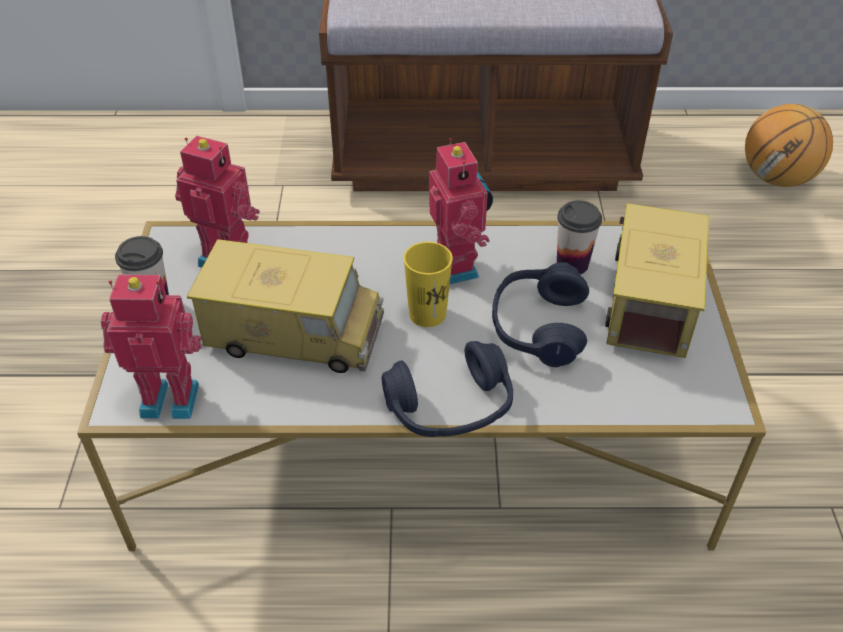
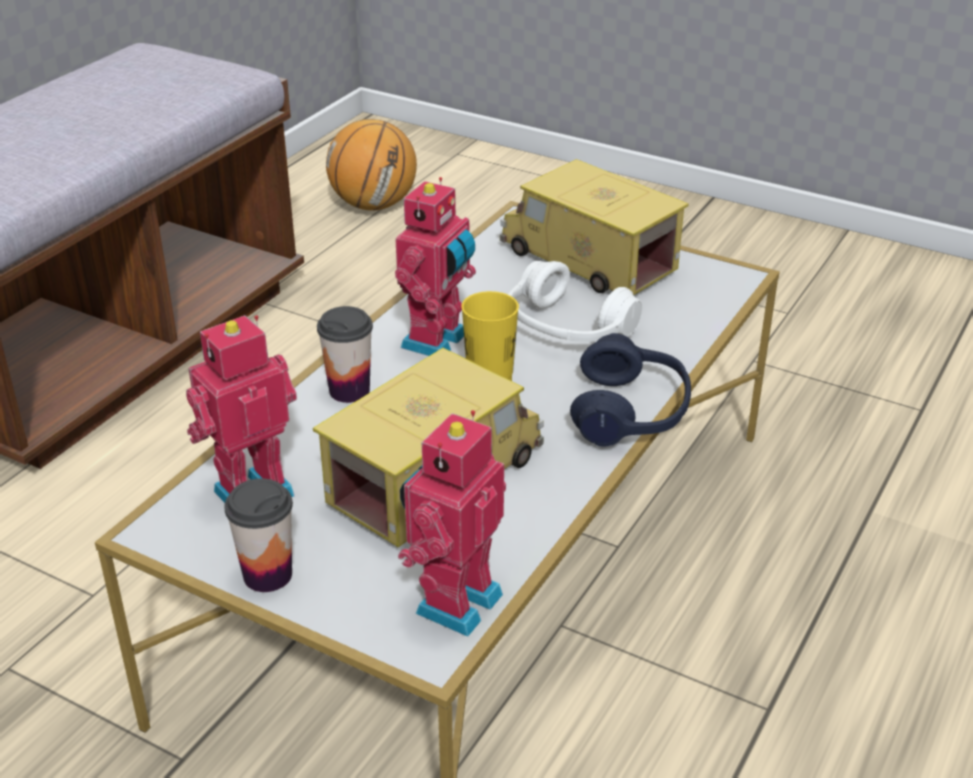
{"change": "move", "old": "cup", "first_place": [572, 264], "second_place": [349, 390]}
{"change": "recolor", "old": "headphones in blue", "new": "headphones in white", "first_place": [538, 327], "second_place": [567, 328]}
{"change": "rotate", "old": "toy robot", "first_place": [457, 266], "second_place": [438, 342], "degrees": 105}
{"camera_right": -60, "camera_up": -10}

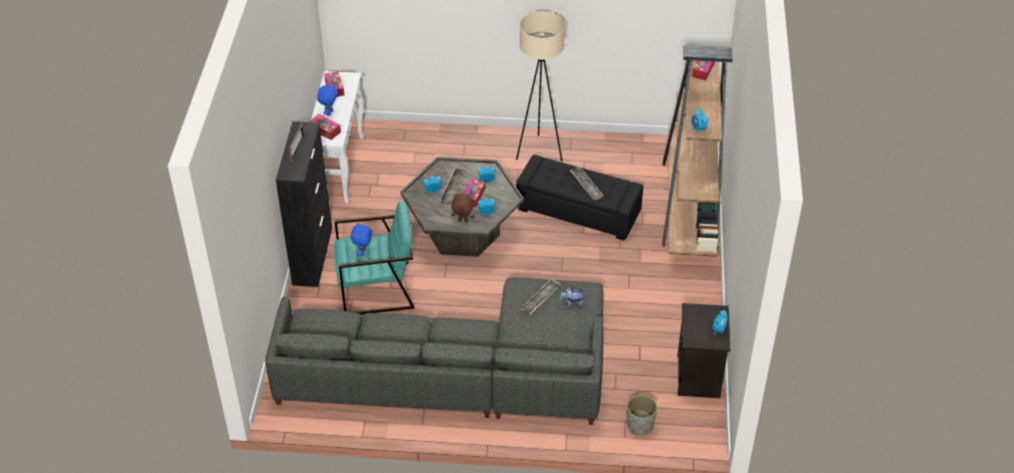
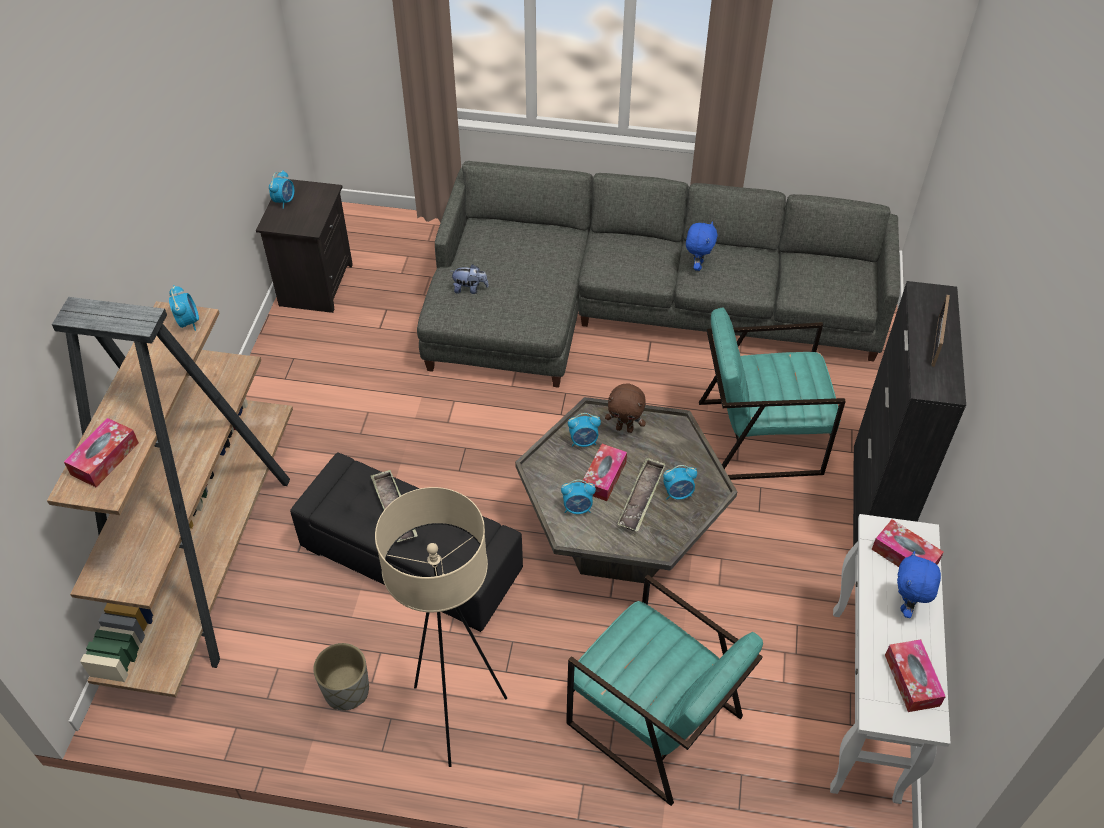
{"change": "delete", "old": "tray", "first_place": [541, 299]}
{"change": "insert", "new": "armchair in turquoise", "second_place": [654, 720]}
{"change": "move", "old": "plush toy in blue", "first_place": [363, 252], "second_place": [697, 265]}
{"change": "move", "old": "planter in grey", "first_place": [640, 425], "second_place": [346, 691]}
{"camera_right": -175, "camera_up": 5}

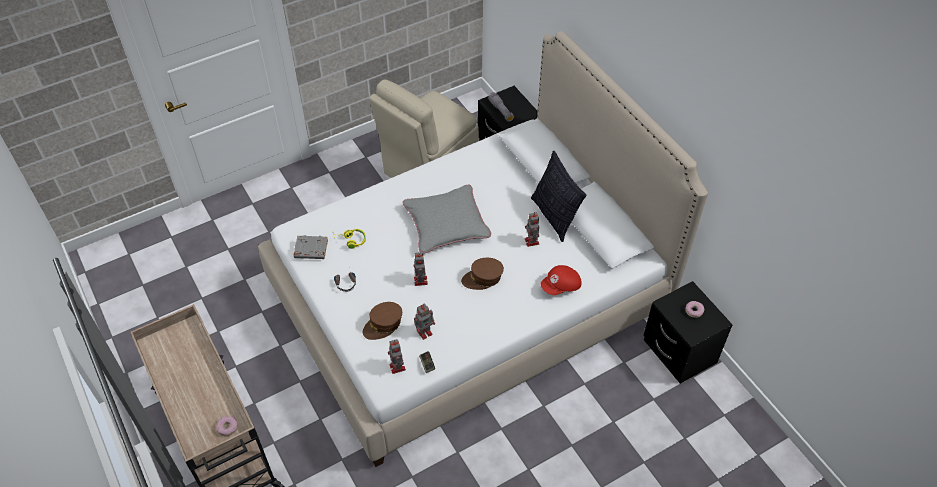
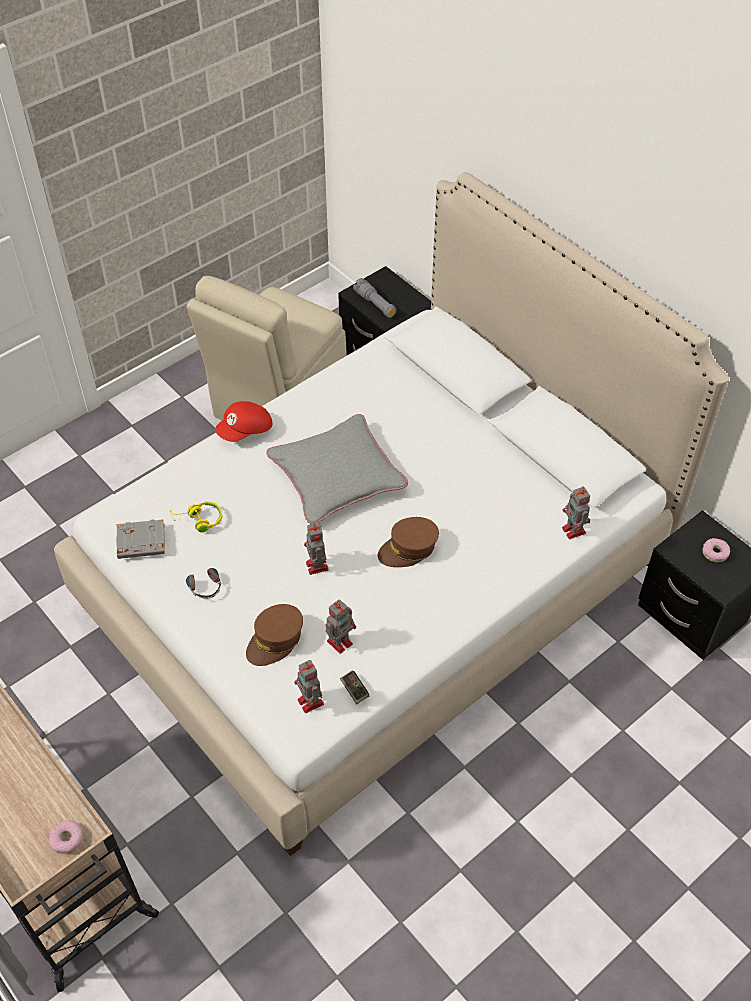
{"change": "delete", "old": "pillow", "first_place": [554, 216]}
{"change": "move", "old": "toy robot", "first_place": [532, 242], "second_place": [574, 531]}
{"change": "move", "old": "cap in red", "first_place": [561, 286], "second_place": [245, 431]}
{"camera_right": -10, "camera_up": 0}

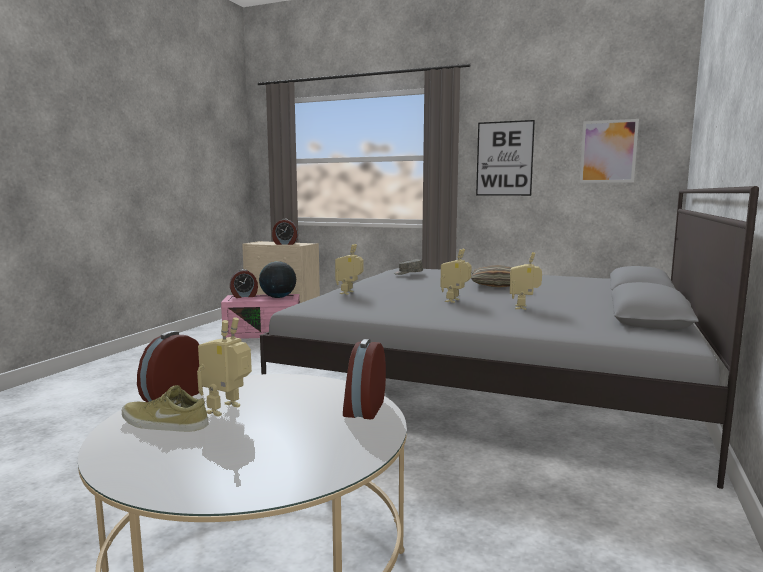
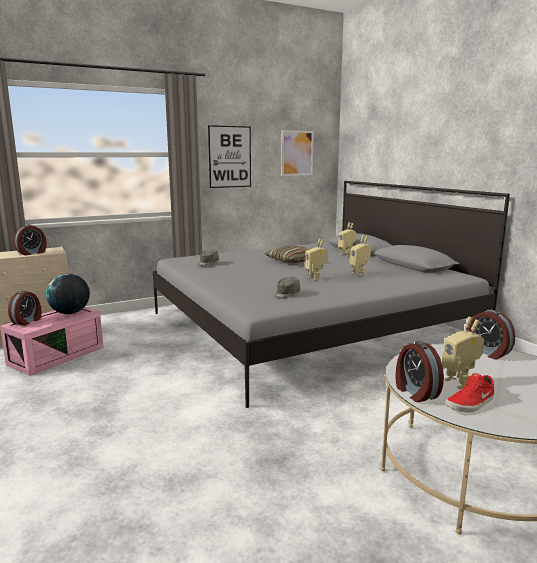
{"change": "insert", "new": "cap in grey", "second_place": [286, 294]}
{"change": "move", "old": "toy robot", "first_place": [349, 293], "second_place": [346, 254]}
{"change": "recolor", "old": "shoe in beige", "new": "shoe in red", "first_place": [163, 424], "second_place": [471, 403]}
{"camera_right": -50, "camera_up": 5}

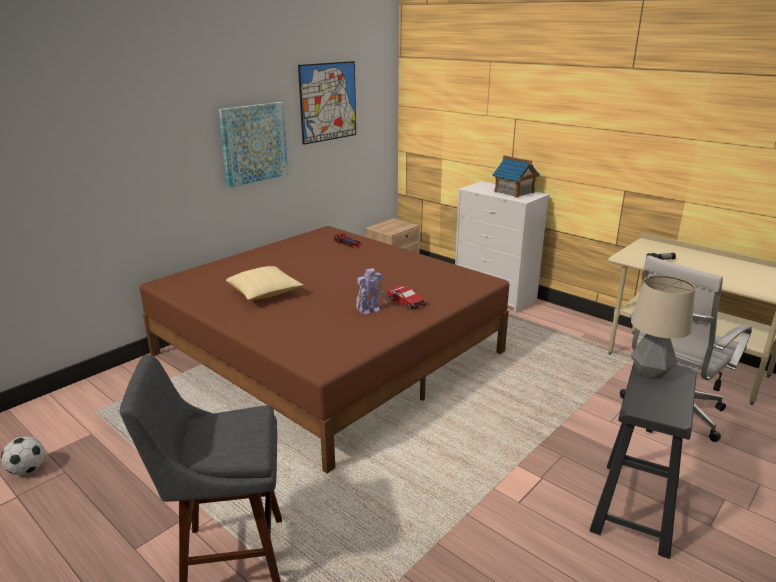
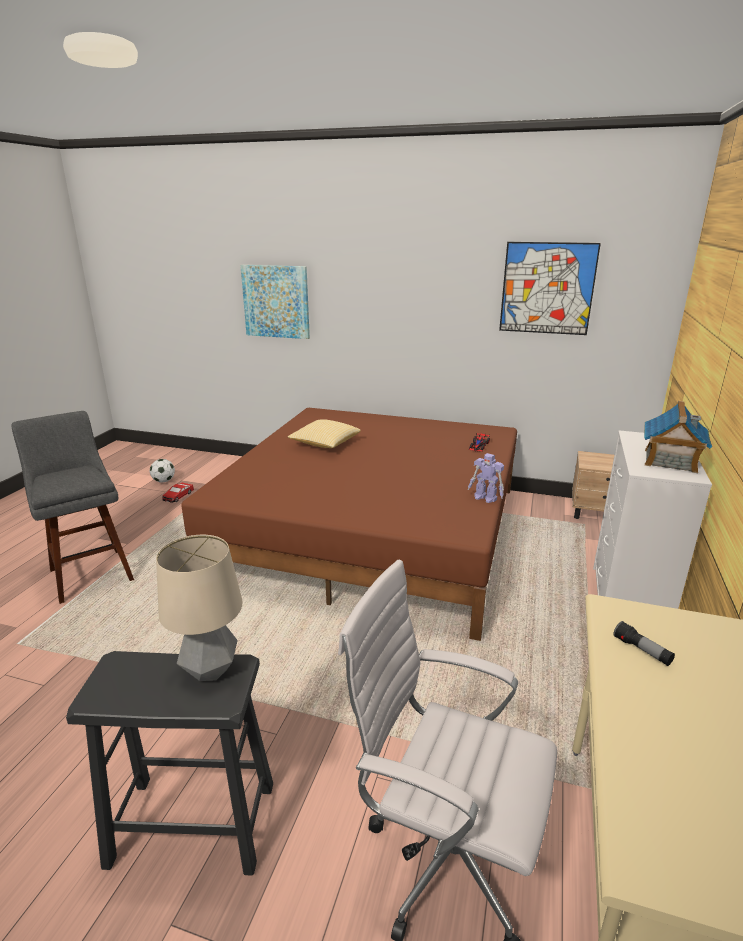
{"change": "move", "old": "picture", "first_place": [254, 143], "second_place": [276, 301]}
{"change": "move", "old": "toy robot", "first_place": [370, 310], "second_place": [485, 498]}
{"change": "move", "old": "toy car", "first_place": [406, 302], "second_place": [178, 496]}
{"camera_right": 65, "camera_up": 0}

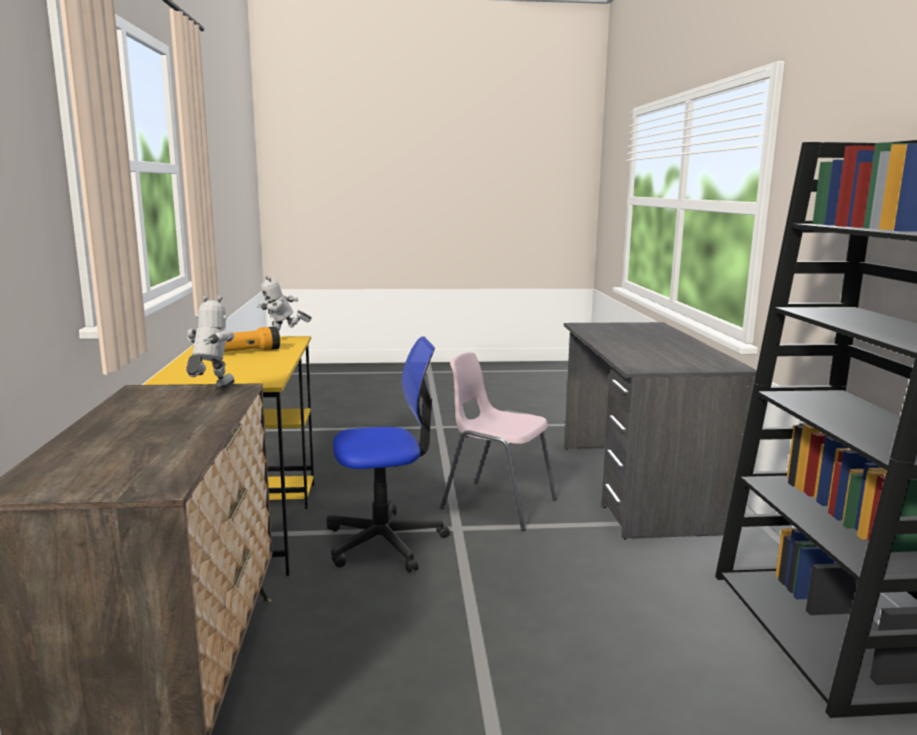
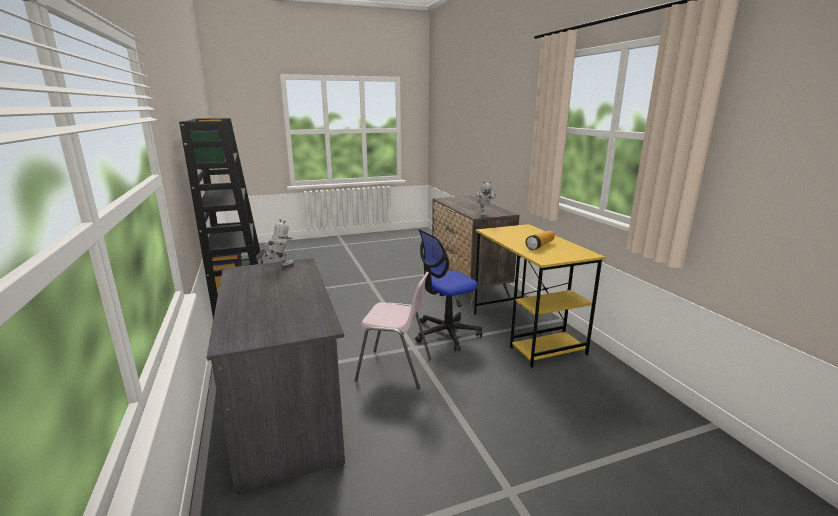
{"change": "move", "old": "toy robot", "first_place": [284, 340], "second_place": [278, 267]}
{"camera_right": 165, "camera_up": 5}

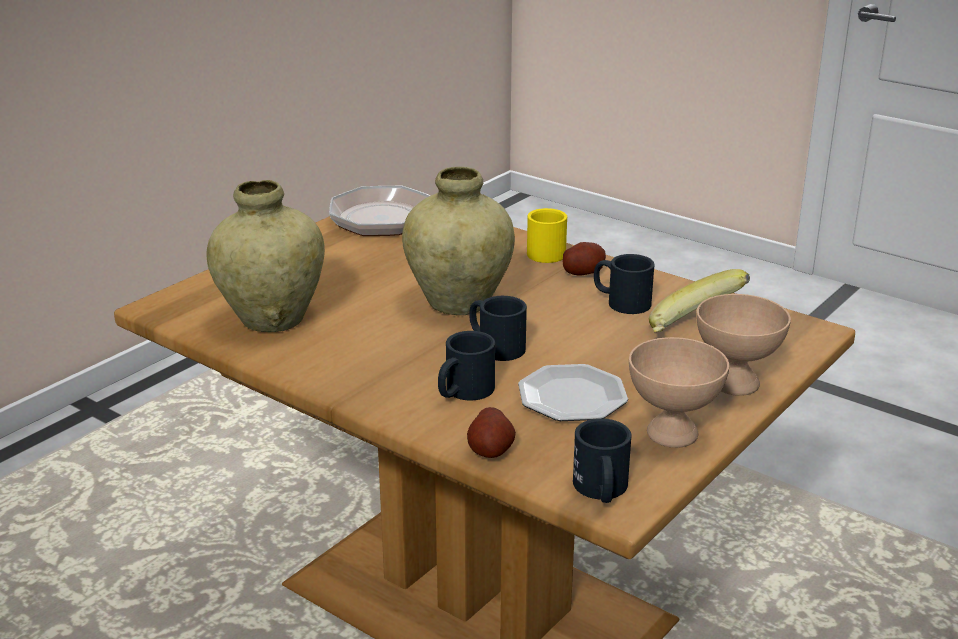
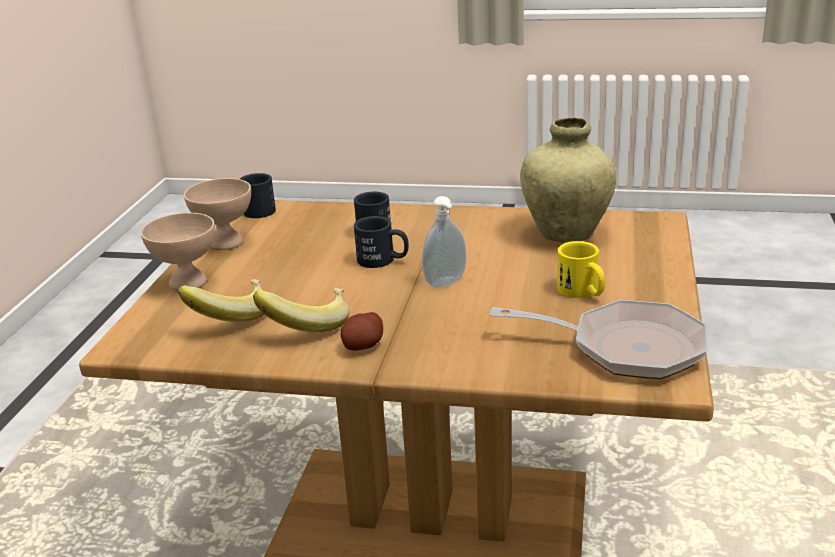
{"change": "delete", "old": "potato", "first_place": [491, 450]}
{"change": "delete", "old": "plate", "first_place": [571, 396]}
{"change": "move", "old": "mug in yellow", "first_place": [545, 251], "second_place": [582, 292]}
{"change": "replace", "old": "vase in beige", "new": "soap dispenser", "first_place": [458, 303], "second_place": [446, 283]}
{"change": "replace", "old": "mug in black", "new": "banana", "first_place": [621, 302], "second_place": [308, 324]}
{"camera_right": 155, "camera_up": 0}

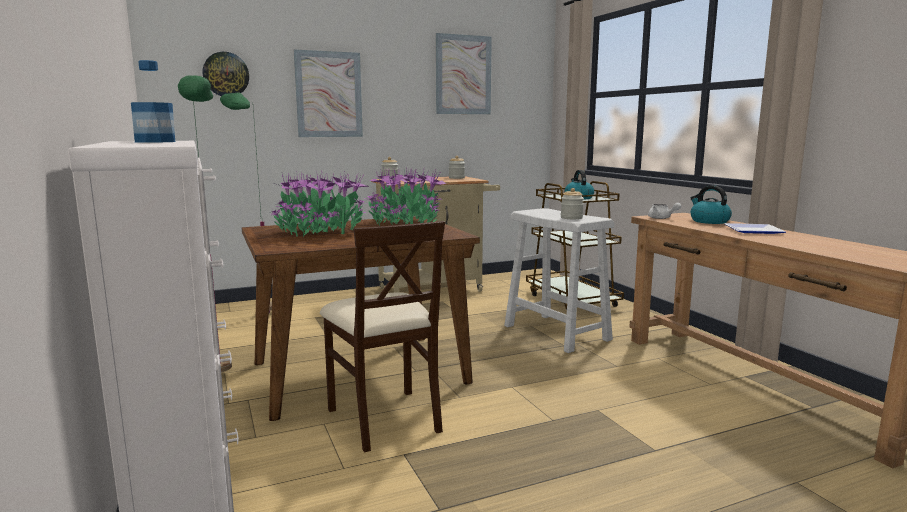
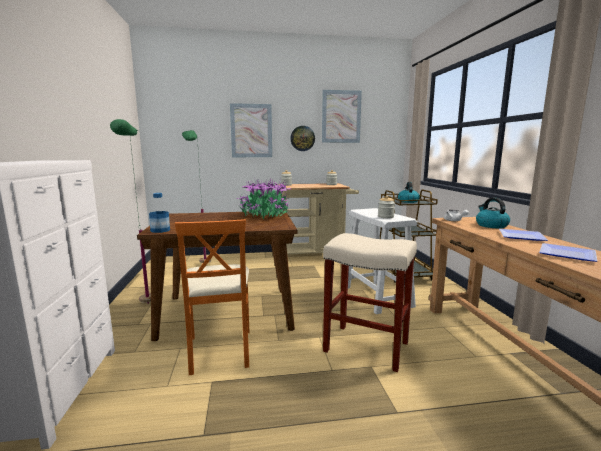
{"change": "delete", "old": "potted plant", "first_place": [320, 231]}
{"change": "insert", "new": "stool in beige", "second_place": [367, 346]}
{"change": "insert", "new": "plate", "second_place": [569, 254]}
{"change": "move", "old": "bottle", "first_place": [155, 142], "second_place": [160, 230]}
{"change": "move", "old": "wall clock", "first_place": [226, 74], "second_place": [302, 138]}
{"change": "recolor", "old": "chair in beige", "new": "chair in orange", "first_place": [385, 418], "second_place": [219, 350]}
{"camera_right": 15, "camera_up": 0}

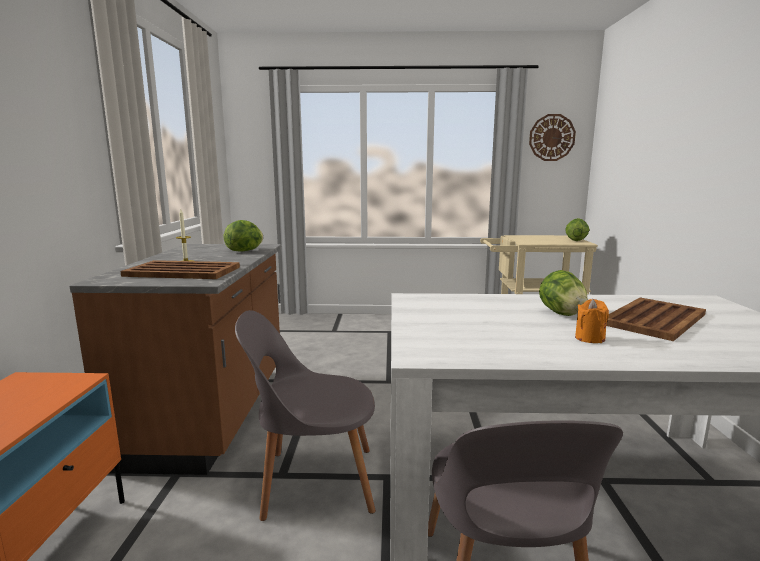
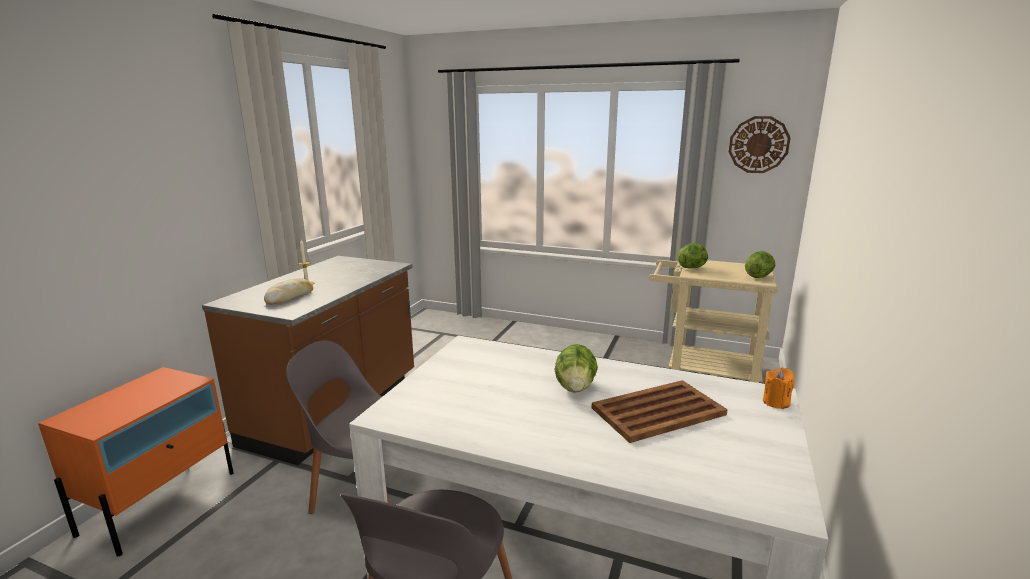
{"change": "move", "old": "lettuce", "first_place": [245, 251], "second_place": [692, 268]}
{"change": "move", "old": "candle in orange", "first_place": [589, 338], "second_place": [776, 402]}
{"change": "replace", "old": "tray in brown", "new": "bread", "first_place": [182, 271], "second_place": [290, 297]}
{"camera_right": 20, "camera_up": 5}

